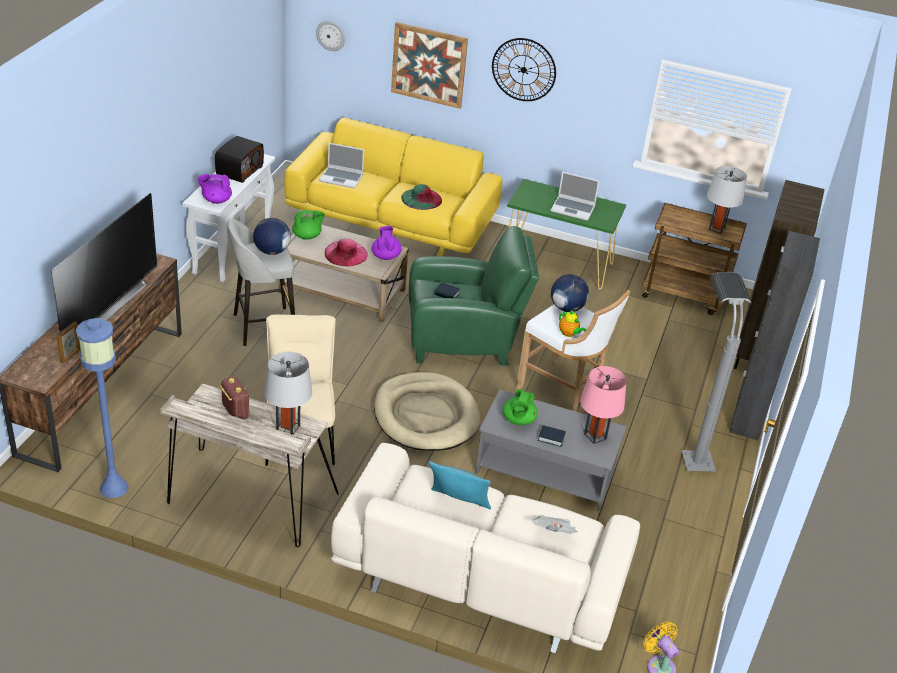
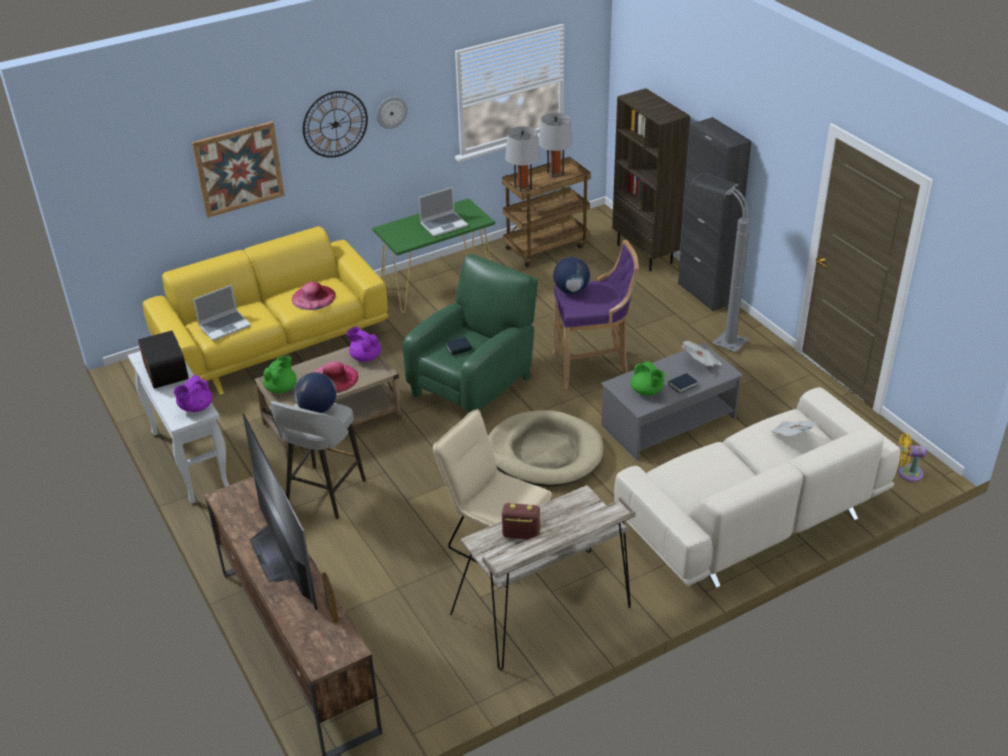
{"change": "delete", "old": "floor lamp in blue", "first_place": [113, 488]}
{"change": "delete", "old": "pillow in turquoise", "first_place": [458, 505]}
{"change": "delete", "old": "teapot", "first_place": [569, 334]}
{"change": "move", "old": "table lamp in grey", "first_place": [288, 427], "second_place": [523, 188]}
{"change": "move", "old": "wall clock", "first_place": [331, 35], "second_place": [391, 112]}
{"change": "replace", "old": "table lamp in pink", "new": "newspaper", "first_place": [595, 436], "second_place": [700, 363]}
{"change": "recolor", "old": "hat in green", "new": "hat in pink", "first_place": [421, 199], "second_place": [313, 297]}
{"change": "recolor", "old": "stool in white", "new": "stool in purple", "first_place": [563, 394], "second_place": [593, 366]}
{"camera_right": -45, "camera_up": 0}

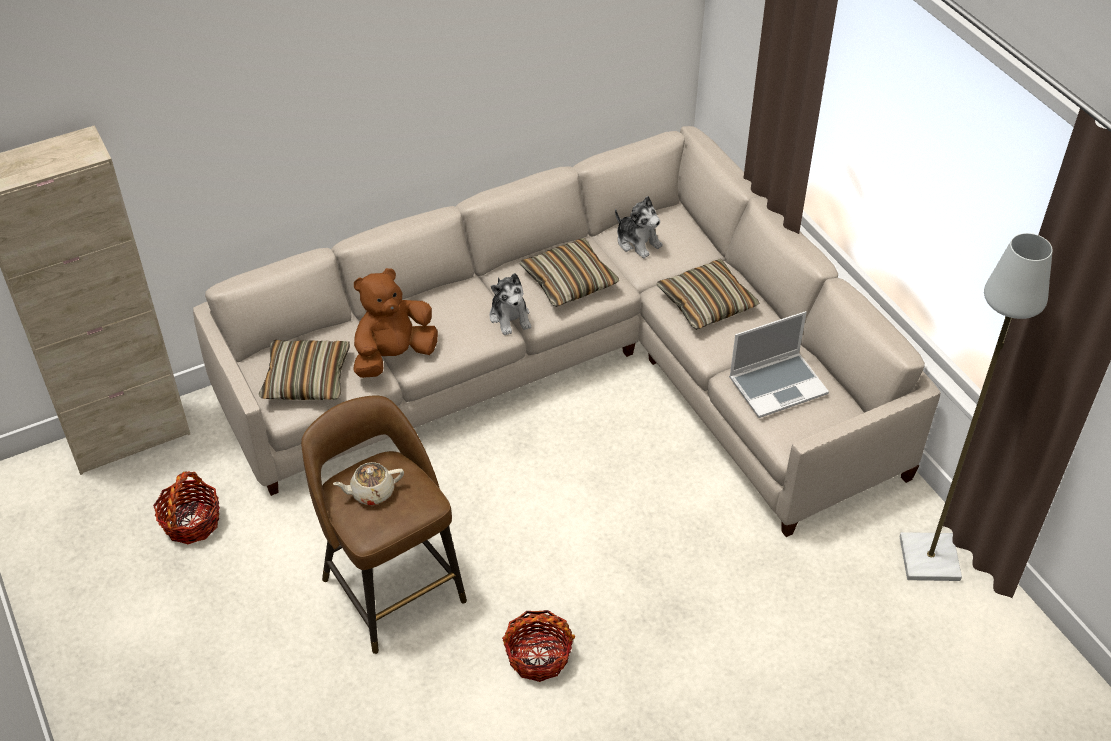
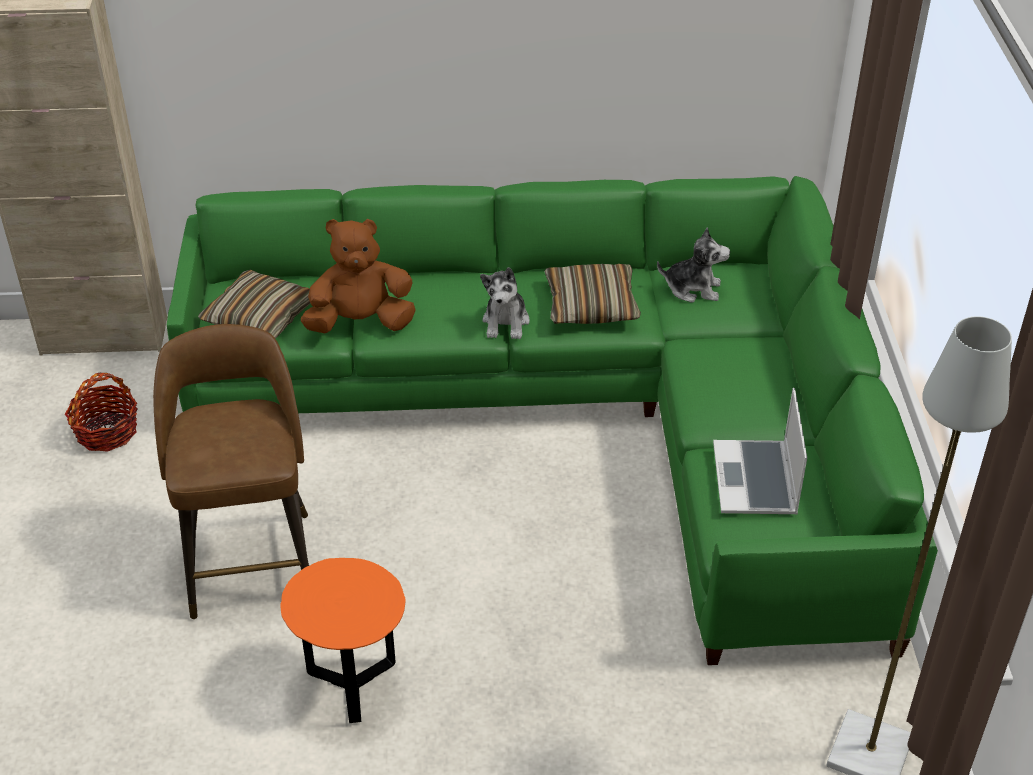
{"change": "delete", "old": "teapot in beige", "first_place": [371, 492]}
{"change": "delete", "old": "pillow", "first_place": [706, 303]}
{"change": "replace", "old": "basket", "new": "side table in orange", "first_place": [538, 656], "second_place": [352, 685]}
{"change": "recolor", "old": "sofa in beige", "new": "sofa in green", "first_place": [581, 370], "second_place": [587, 415]}
{"change": "rotate", "old": "plush toy", "first_place": [637, 242], "second_place": [693, 288], "degrees": -60}
{"change": "rotate", "old": "laptop", "first_place": [778, 385], "second_place": [756, 481], "degrees": 90}
{"camera_right": 25, "camera_up": -5}

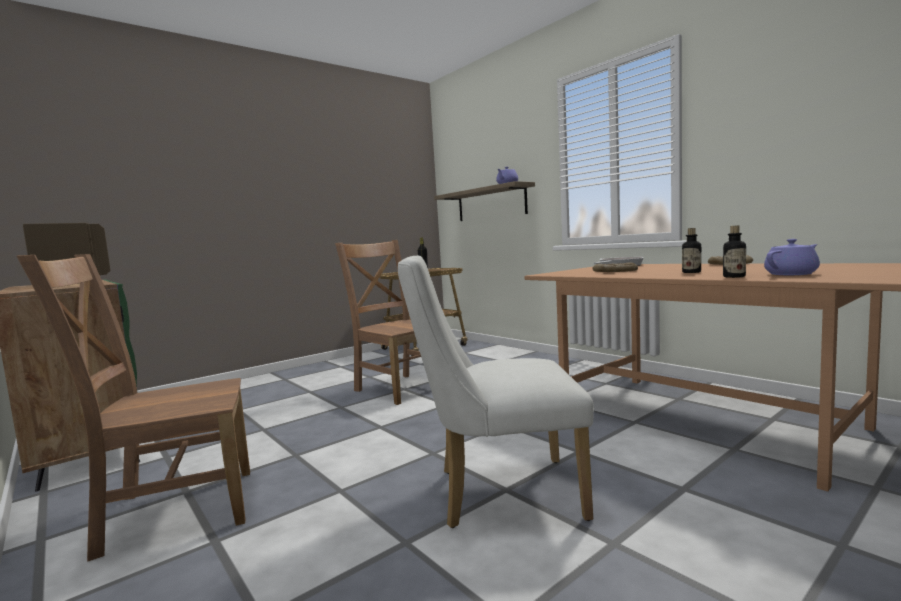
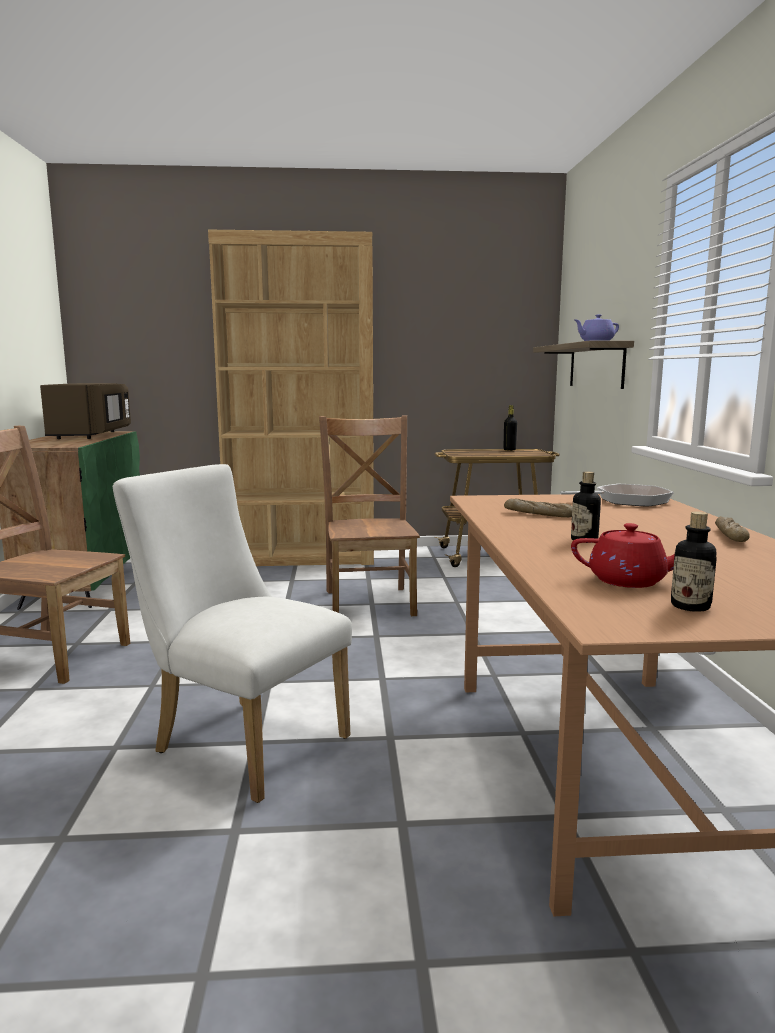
{"change": "insert", "new": "bookcase in brown", "second_place": [302, 557]}
{"change": "move", "old": "bottle", "first_place": [734, 277], "second_place": [690, 606]}
{"change": "recolor", "old": "teapot in purple", "new": "teapot in red", "first_place": [792, 274], "second_place": [629, 581]}
{"camera_right": 35, "camera_up": 5}

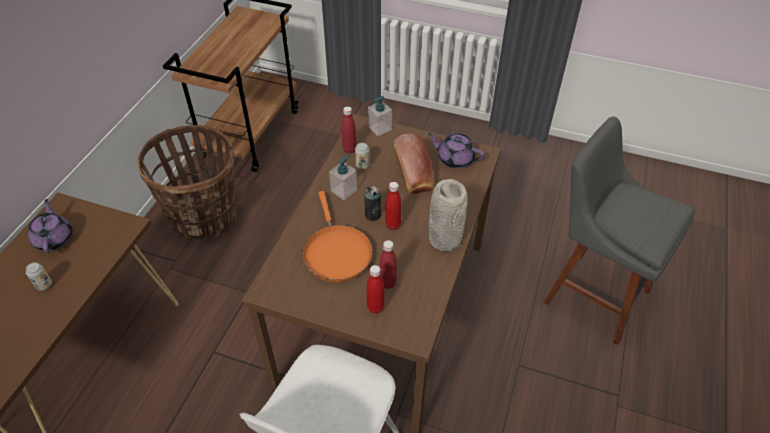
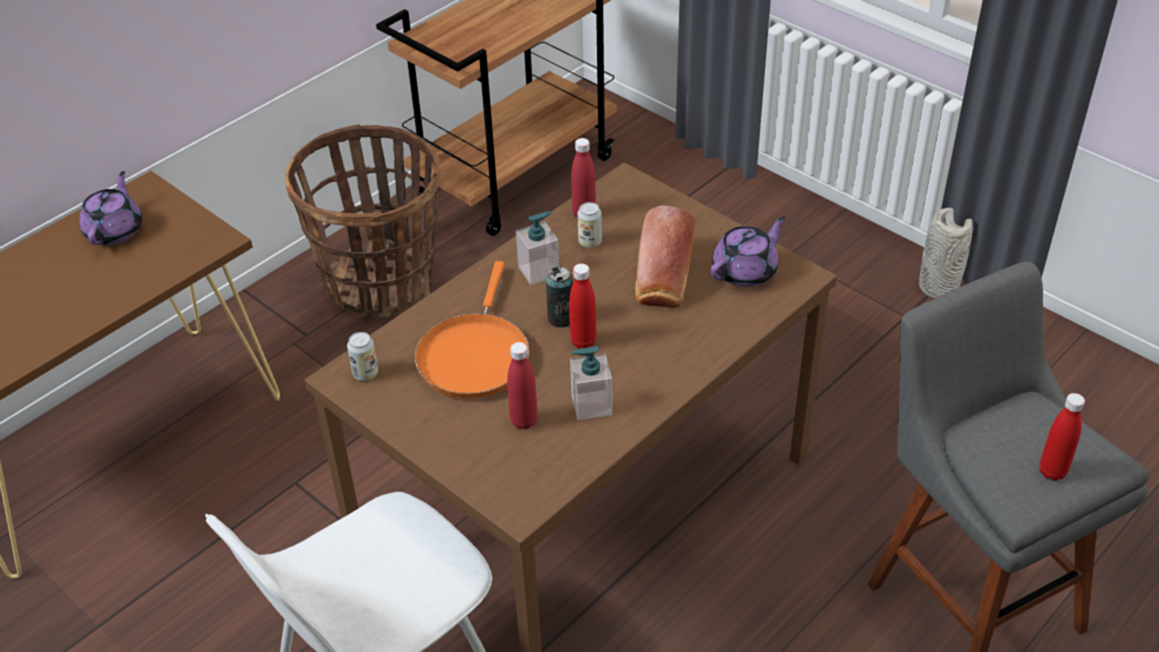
{"change": "move", "old": "can", "first_place": [44, 285], "second_place": [365, 373]}
{"change": "move", "old": "bottle in red", "first_place": [375, 307], "second_place": [1052, 472]}
{"change": "move", "old": "soap dispenser", "first_place": [380, 128], "second_place": [591, 405]}
{"change": "move", "old": "vase in grey", "first_place": [444, 240], "second_place": [938, 288]}
{"change": "rotate", "old": "teapot in purple", "first_place": [454, 159], "second_place": [746, 271], "degrees": 90}
{"camera_right": 25, "camera_up": -5}

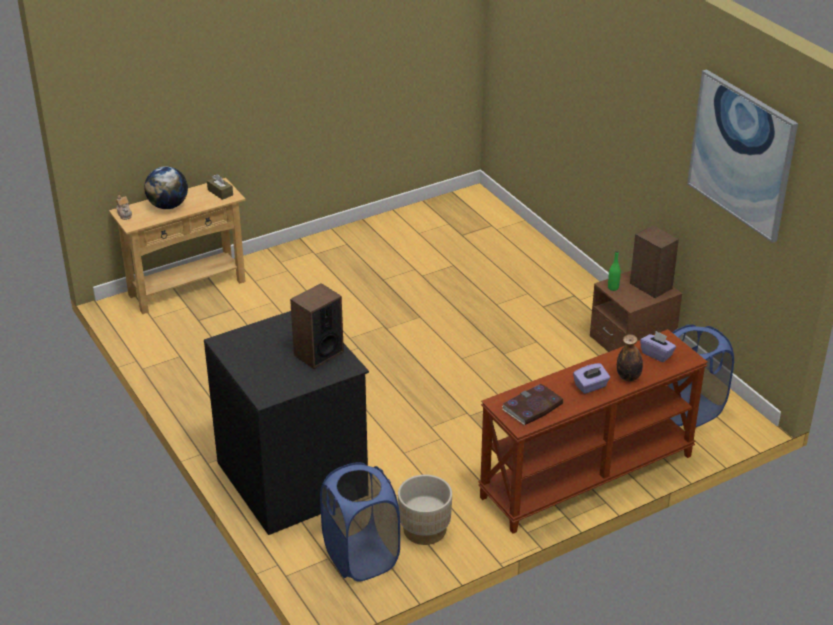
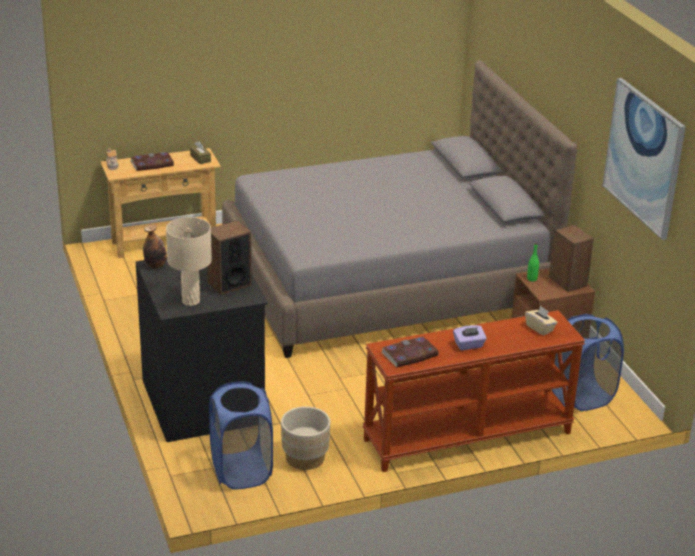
{"change": "insert", "new": "table lamp in beige", "second_place": [190, 301]}
{"change": "insert", "new": "bed in grey", "second_place": [386, 280]}
{"change": "move", "old": "bottle", "first_place": [628, 377], "second_place": [155, 265]}
{"change": "replace", "old": "globe", "new": "book", "first_place": [168, 206], "second_place": [152, 164]}
{"change": "recolor", "old": "tissue box in purple", "new": "tissue box in beige", "first_place": [657, 354], "second_place": [540, 328]}
{"camera_right": 10, "camera_up": -5}

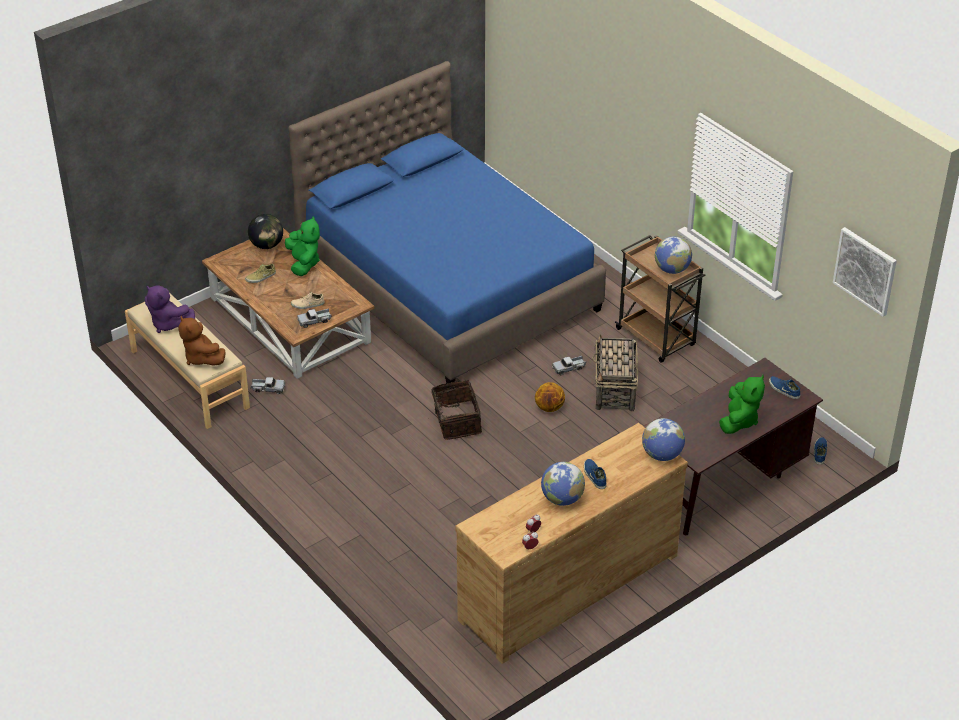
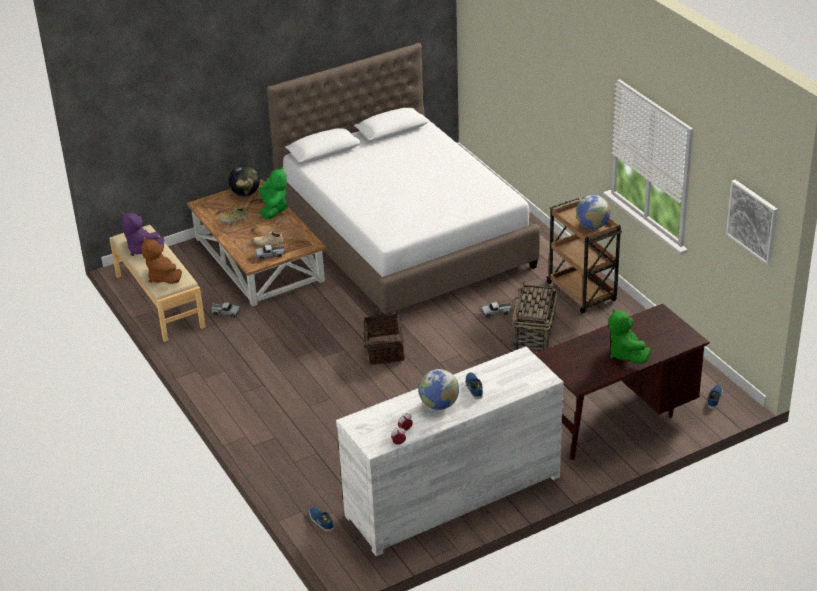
{"change": "delete", "old": "basketball", "first_place": [549, 408]}
{"change": "delete", "old": "globe", "first_place": [662, 455]}
{"change": "move", "old": "shoe in blue", "first_place": [783, 390], "second_place": [320, 521]}
{"change": "recolor", "old": "bed in blue", "new": "bed in white", "first_place": [448, 284], "second_place": [404, 238]}
{"change": "recolor", "old": "dresser in brown", "new": "dresser in white", "first_place": [567, 586], "second_place": [452, 495]}
{"change": "rotate", "old": "plush toy in green", "first_place": [739, 420], "second_place": [626, 354], "degrees": 135}
{"camera_right": 10, "camera_up": -5}

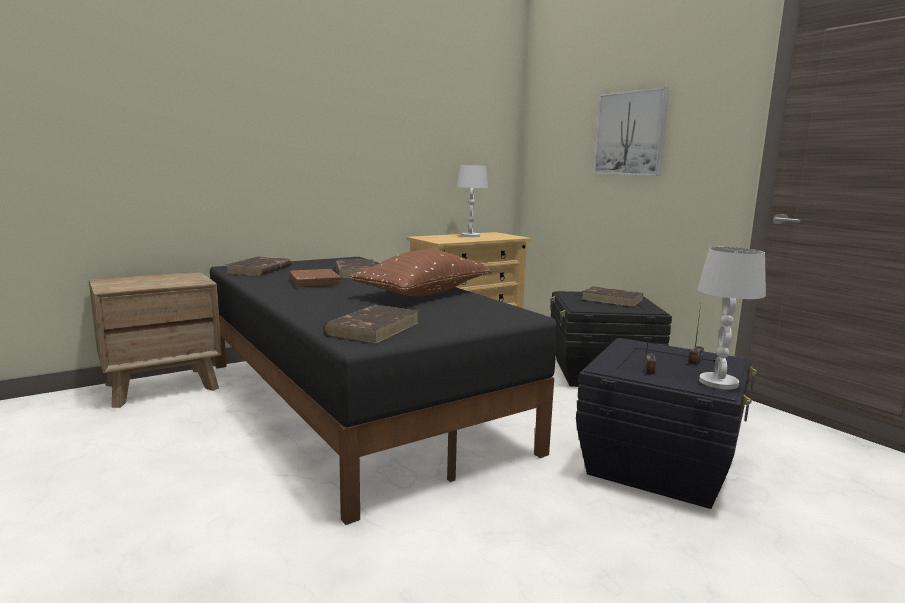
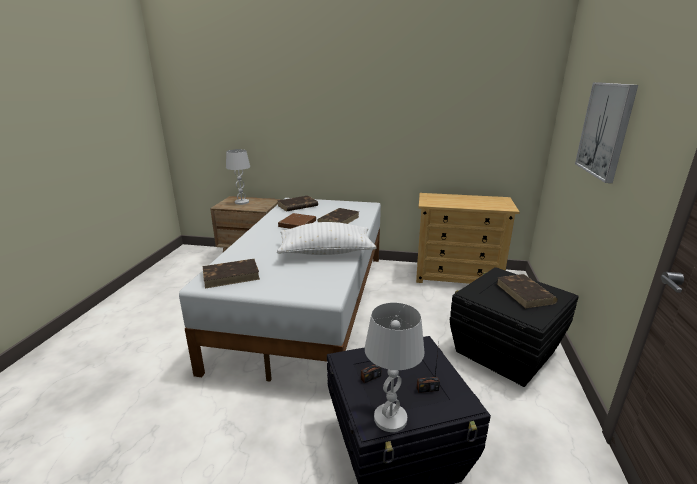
{"change": "move", "old": "table lamp in white", "first_place": [470, 236], "second_place": [241, 202]}
{"change": "recolor", "old": "bed in black", "new": "bed in white", "first_place": [356, 403], "second_place": [309, 304]}
{"change": "recolor", "old": "pillow in brown", "new": "pillow in white", "first_place": [423, 293], "second_place": [326, 252]}
{"camera_right": 45, "camera_up": 10}

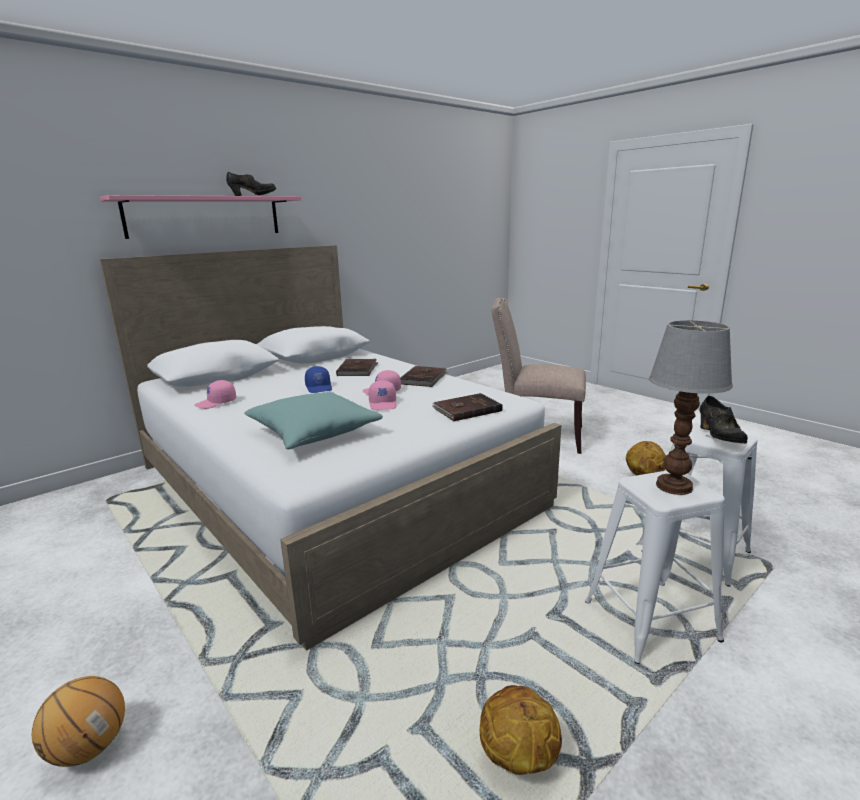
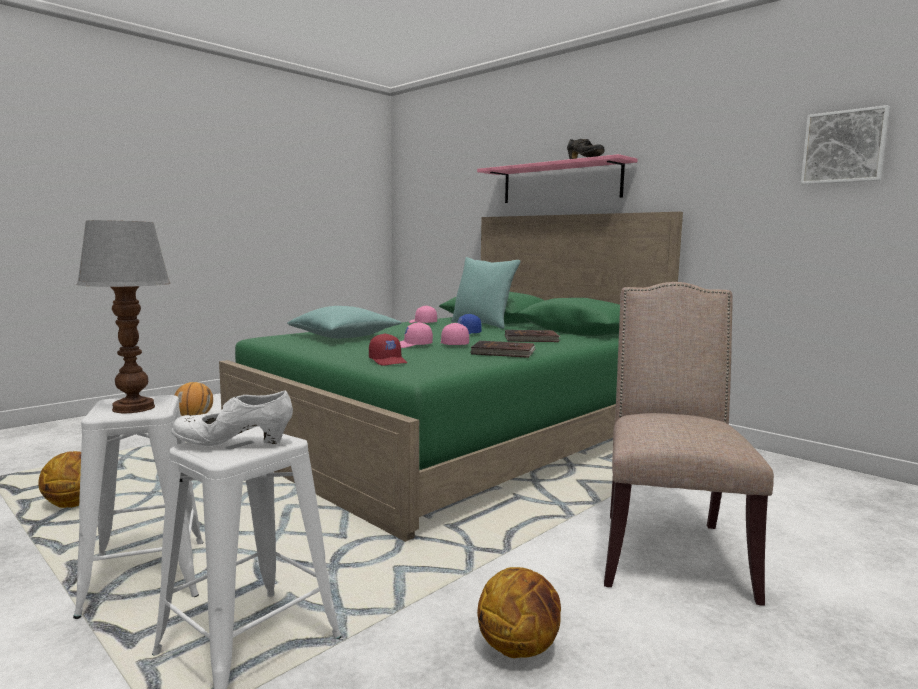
{"change": "insert", "new": "pillow in turquoise", "second_place": [483, 324]}
{"change": "insert", "new": "picture", "second_place": [844, 147]}
{"change": "replace", "old": "book in brown", "new": "cap in red", "first_place": [466, 409], "second_place": [388, 361]}
{"change": "recolor", "old": "bed in white", "new": "bed in green", "first_place": [333, 484], "second_place": [459, 438]}
{"change": "recolor", "old": "shoe in black", "new": "shoe in white", "first_place": [719, 437], "second_place": [234, 444]}
{"camera_right": 85, "camera_up": -10}

